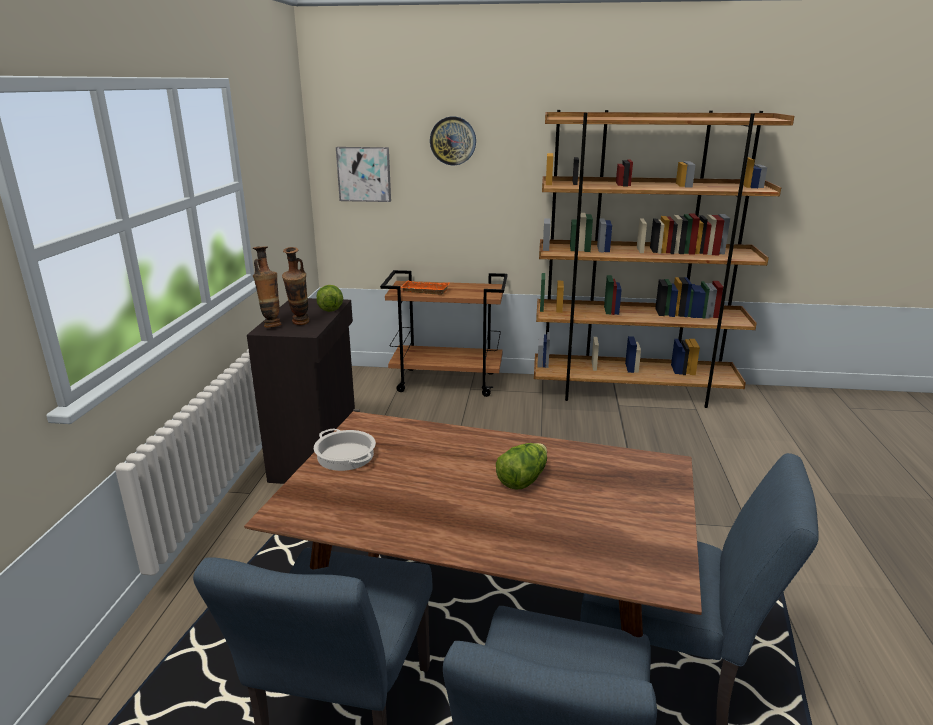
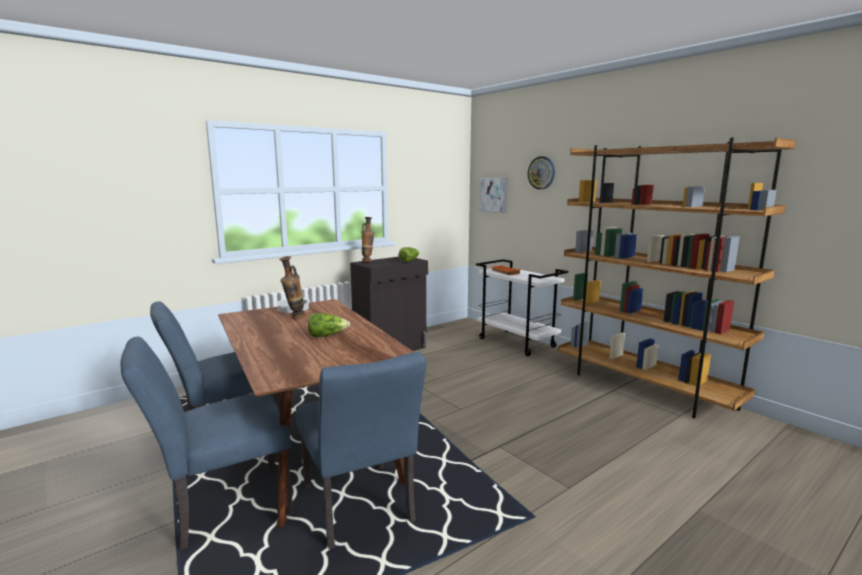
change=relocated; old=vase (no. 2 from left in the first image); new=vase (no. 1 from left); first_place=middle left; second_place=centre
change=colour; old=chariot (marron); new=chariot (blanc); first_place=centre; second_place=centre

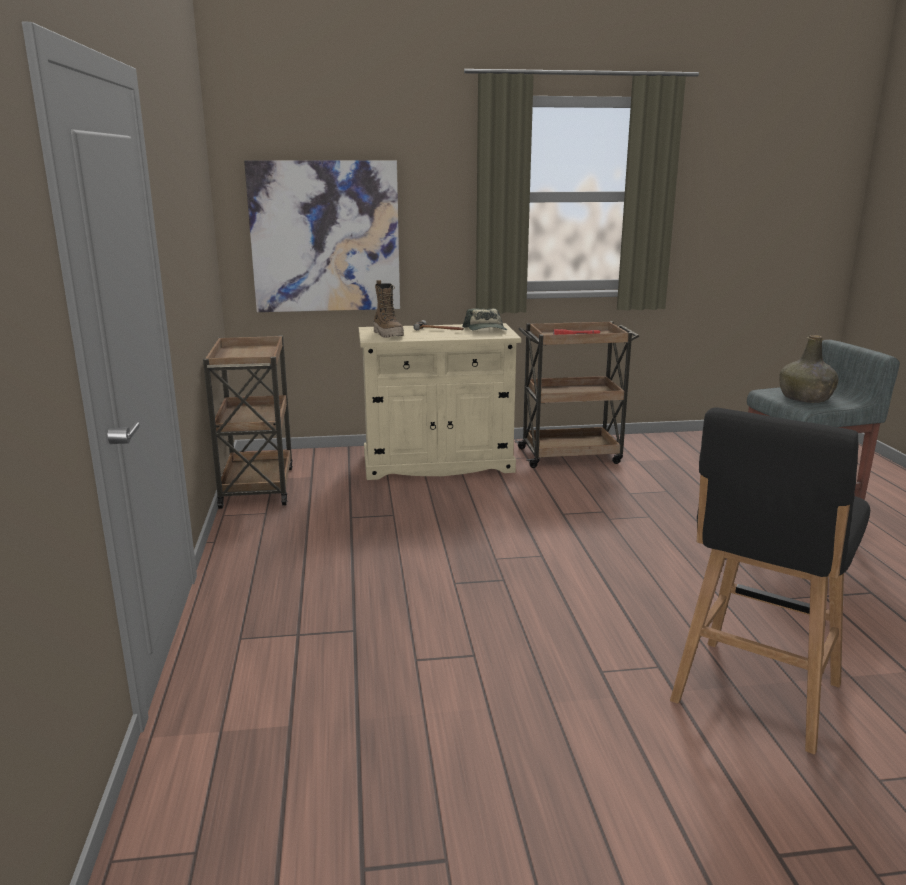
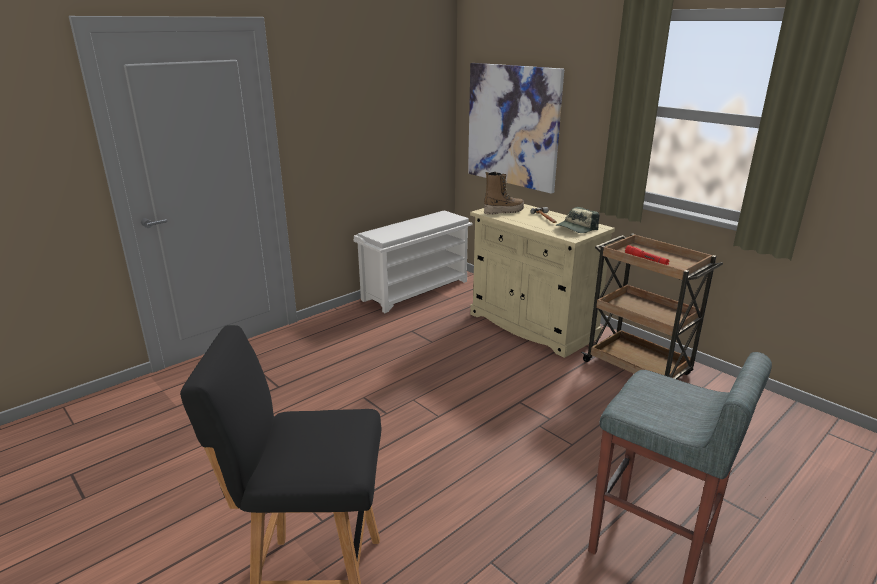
change=spun; old=botte; first_place=centre; second_place=top centre; degrees=-135
change=exchanged; old=chariot (marron) (no. 1 from left); new=étagère à chaussures (blanc); first_place=middle left; second_place=centre
change=missing; old=bouteille (vert); first_place=middle right

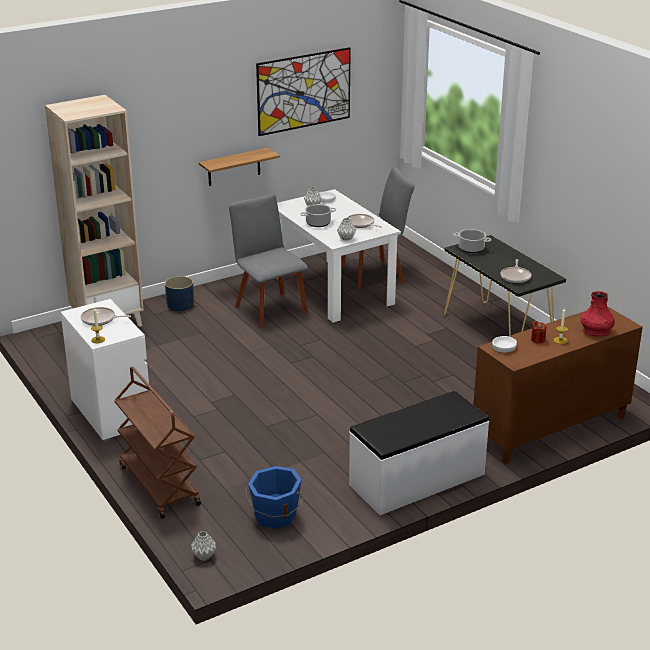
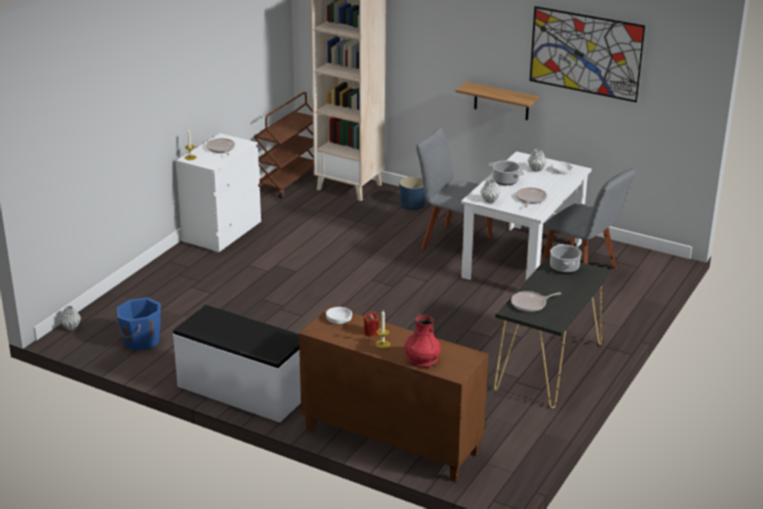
change=spun; old=chaise (gris) (no. 1 from left); first_place=centre; second_place=centre; degrees=-90
change=relocated; old=chariot (marron); first_place=bottom left; second_place=top centre

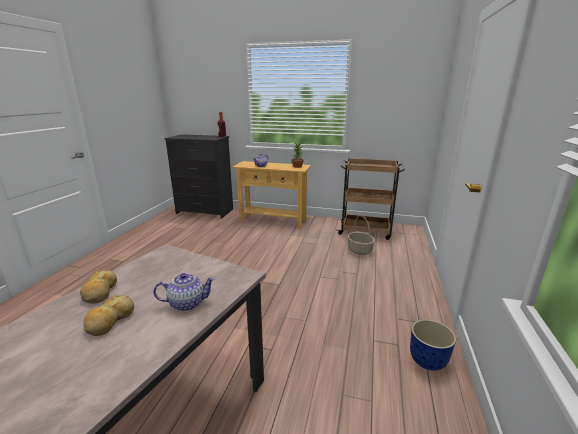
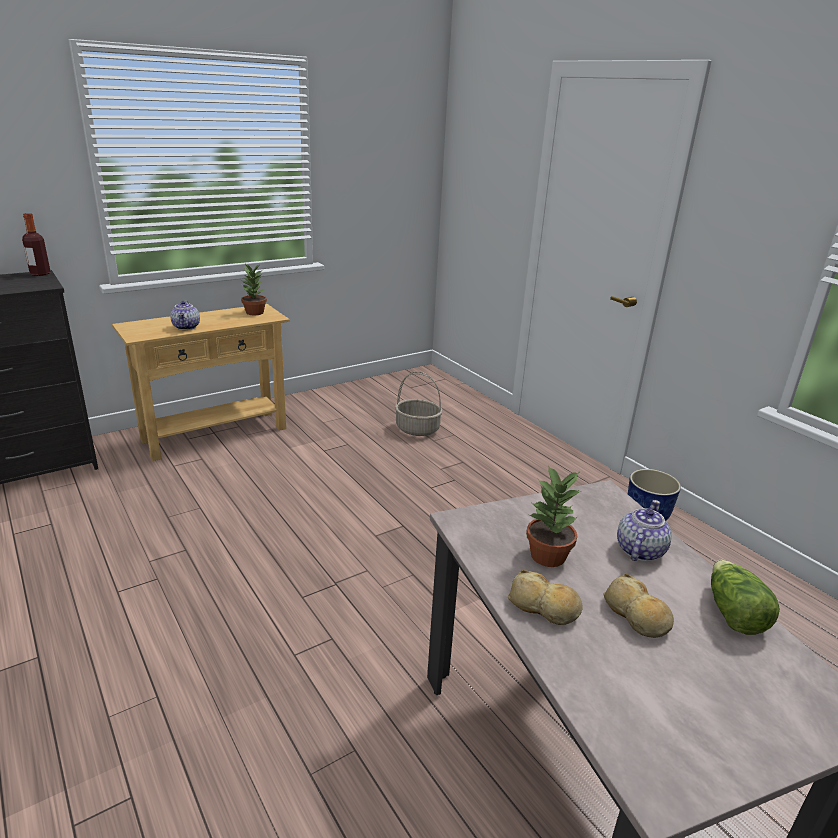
change=missing; old=chariot (marron); first_place=centre
change=appeared; new=plante en pot (no. 2 from left); second_place=centre
change=appeared; new=laitue; second_place=bottom right

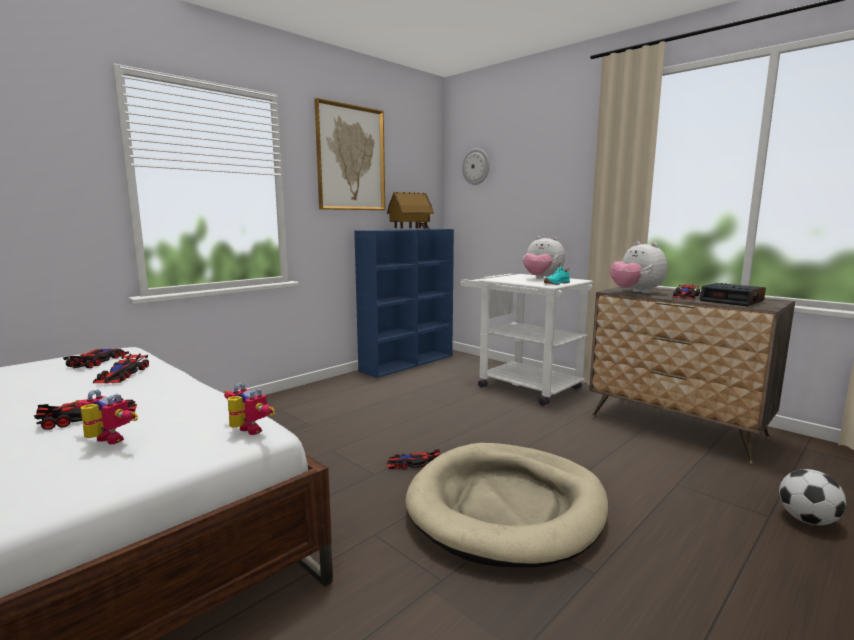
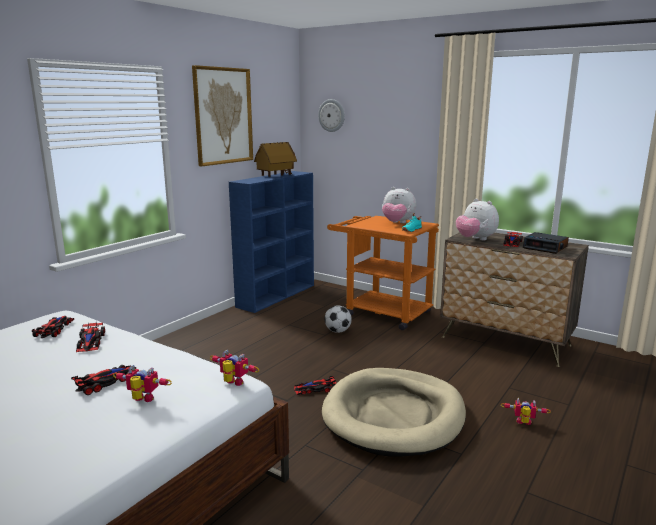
change=colour; old=chariot (blanc); new=chariot (orange); first_place=centre; second_place=centre
change=relocated; old=ballon de foot; first_place=bottom right; second_place=centre
change=appeared; new=robot jouet (no. 3 from left); second_place=bottom right

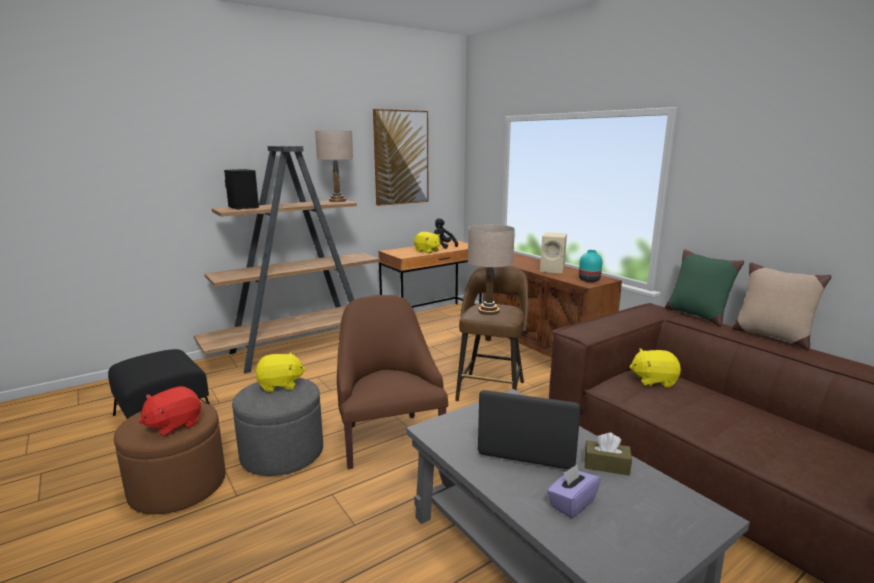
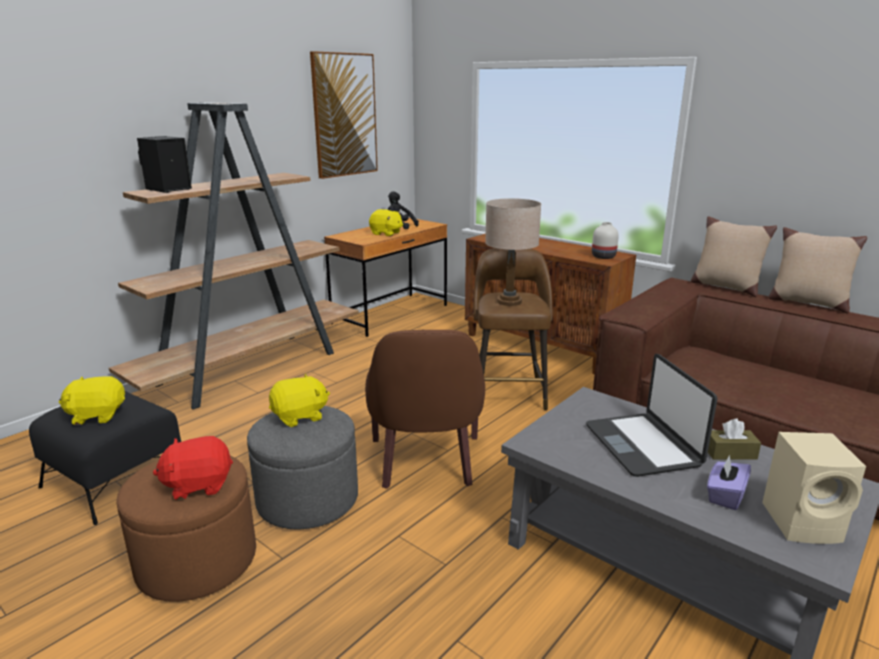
change=missing; old=lampe de table (beige) (no. 1 from left); first_place=top centre
change=relocated; old=enceinte (beige); first_place=centre; second_place=bottom right
change=colour; old=coussin (vert); new=coussin (beige) (no. 1 from left); first_place=middle right; second_place=middle right
change=colour; old=vase (turquoise); new=vase (blanc); first_place=middle right; second_place=middle right
change=spun; old=fauteuil (marron); first_place=centre; second_place=centre; degrees=-150
change=relocated; old=peluche (jaune) (no. 3 from left in the first image); new=peluche (jaune) (no. 1 from left); first_place=middle right; second_place=middle left
change=spun; old=peluche (rouge); first_place=bottom left; second_place=bottom left; degrees=45
change=spun; old=ordinateur portable; first_place=bottom centre; second_place=middle right; degrees=-105

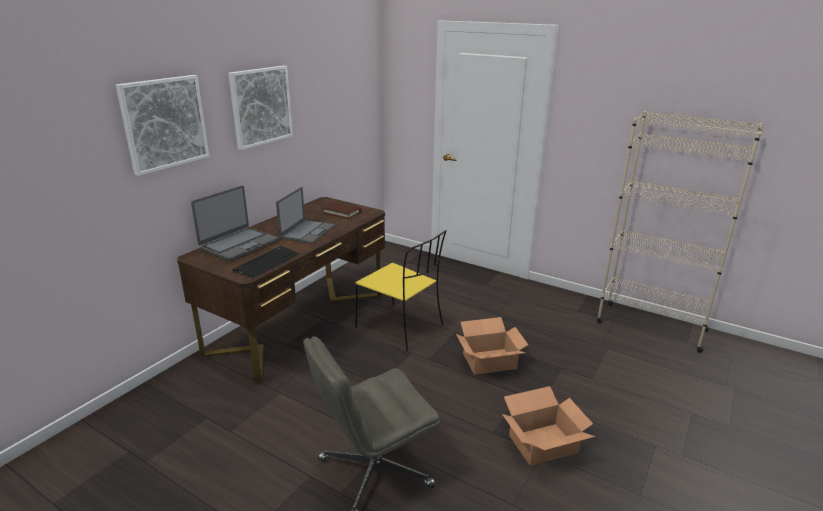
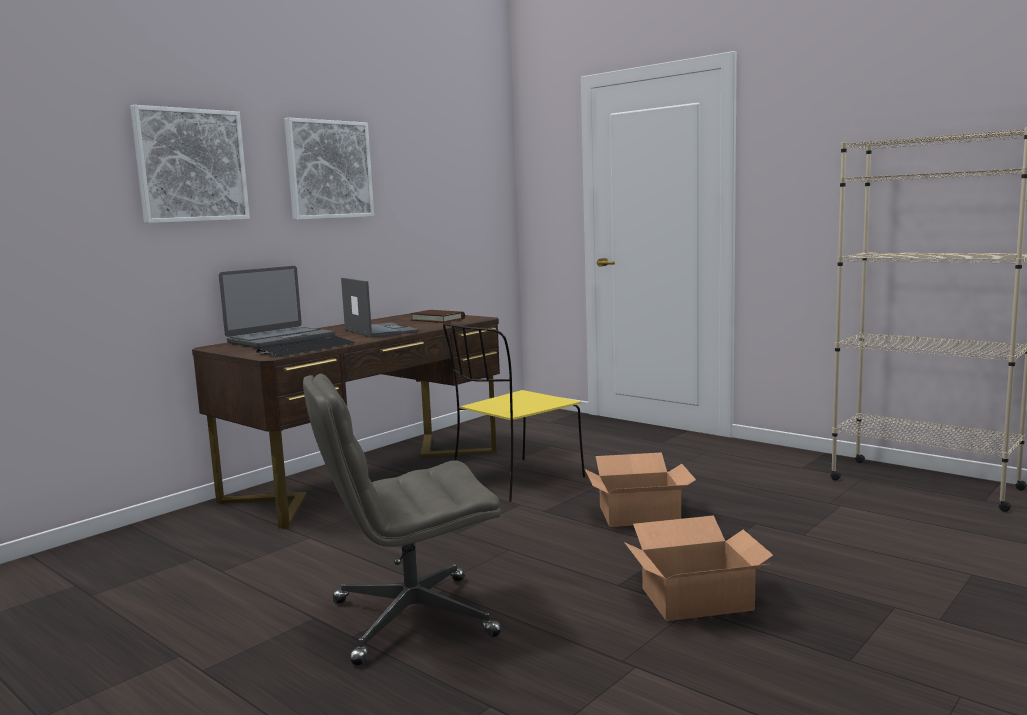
change=spun; old=ordinateur portable (no. 2 from left); first_place=centre; second_place=centre; degrees=-60
change=spun; old=chaise (jaune); first_place=centre; second_place=centre; degrees=90

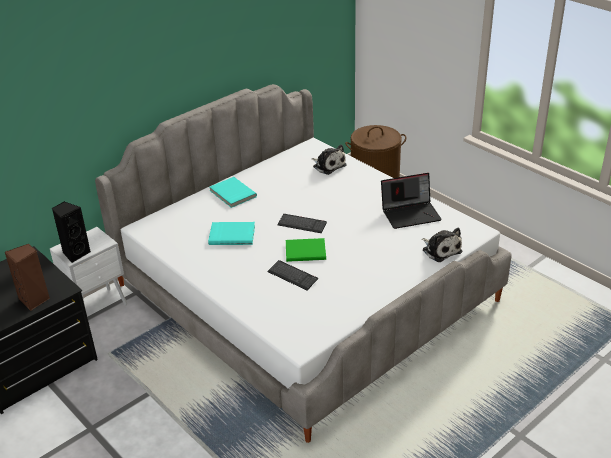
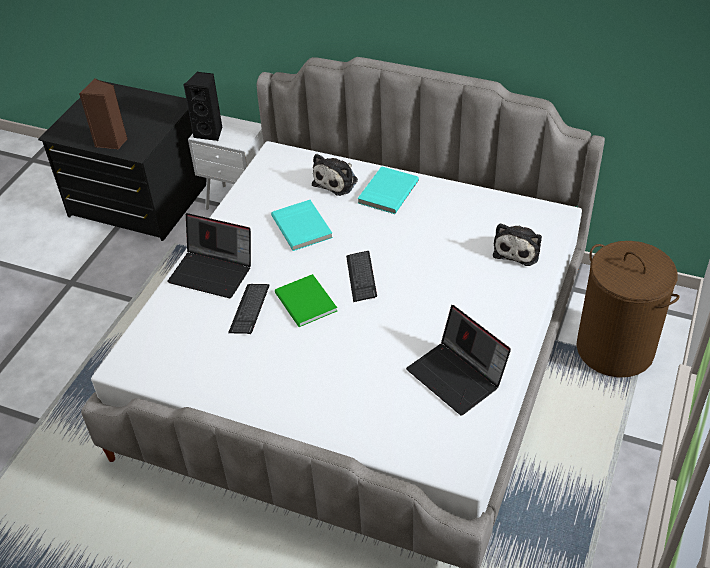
change=relocated; old=peluche (no. 2 from left in the first image); new=peluche (no. 1 from left); first_place=middle right; second_place=top centre
change=appeared; new=ordinateur portable (no. 1 from left); second_place=middle left

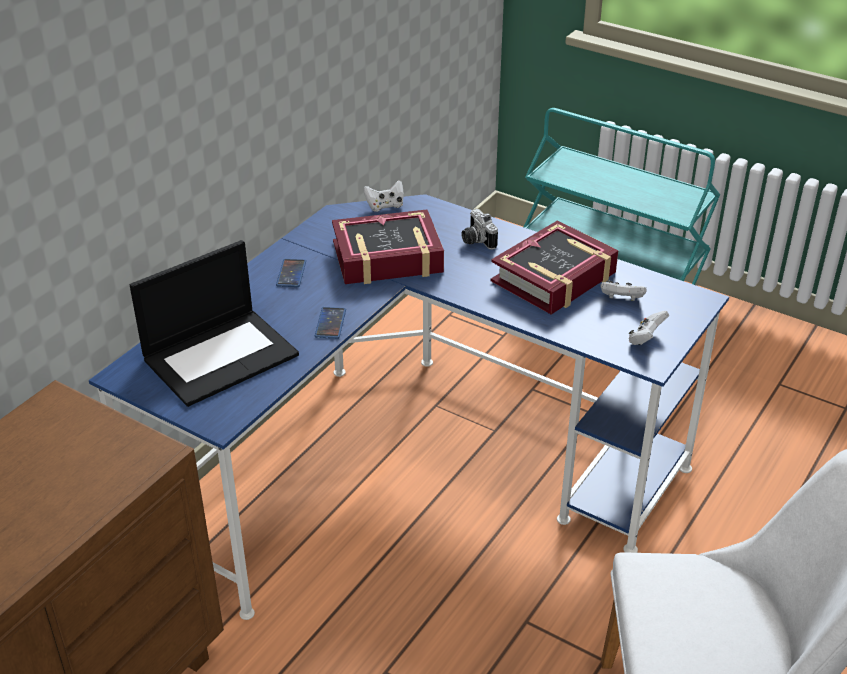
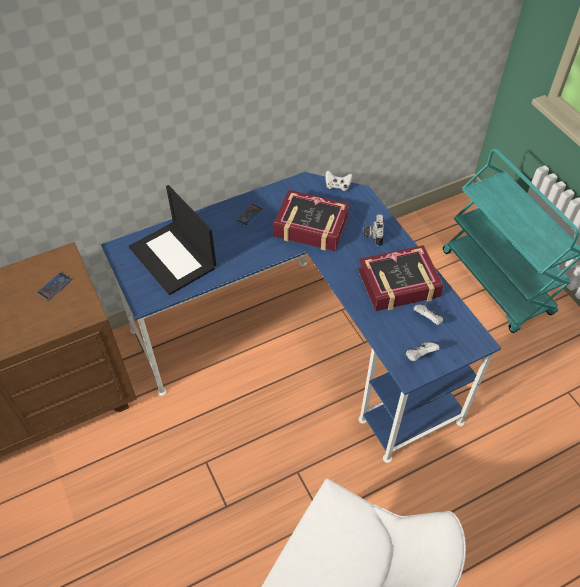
change=spun; old=ordinateur portable; first_place=middle left; second_place=middle left; degrees=60
change=relocated; old=téléphone (no. 2 from left in the first image); new=téléphone (no. 1 from left); first_place=centre; second_place=middle left

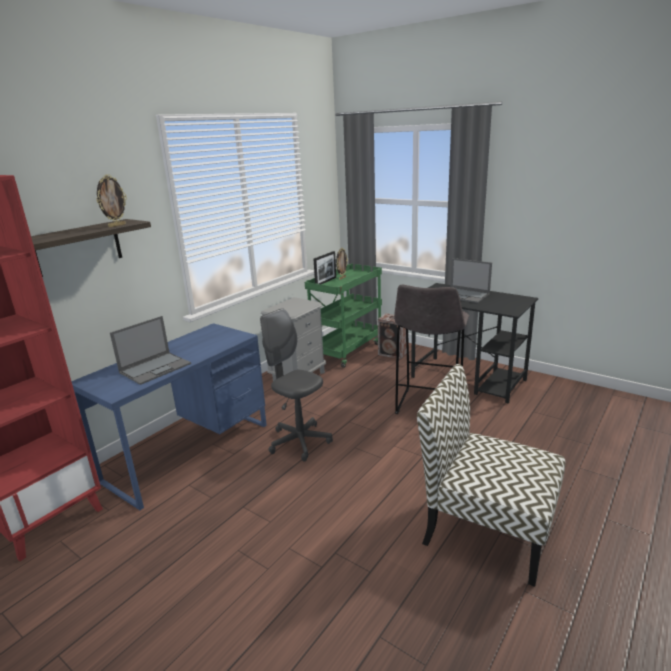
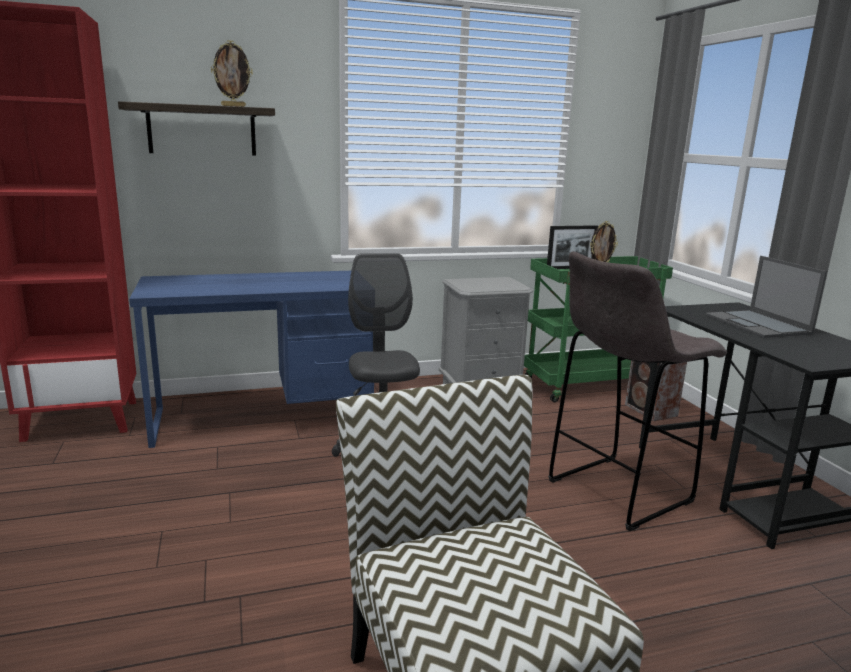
change=missing; old=ordinateur portable (no. 1 from left); first_place=middle left

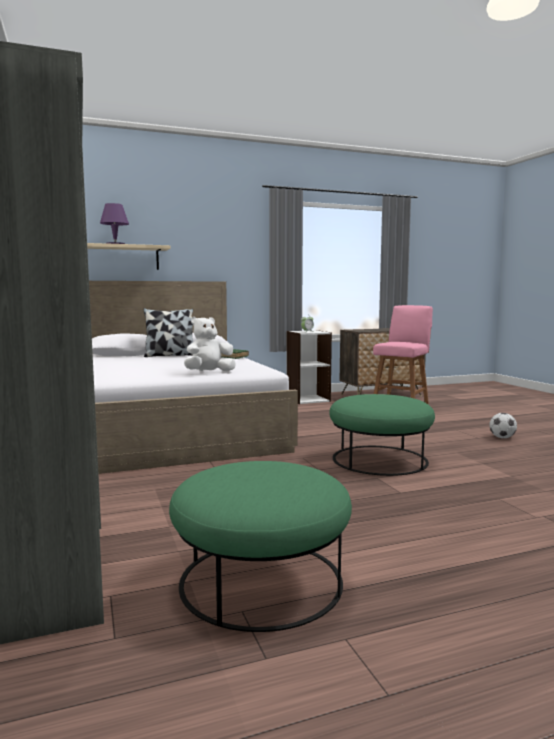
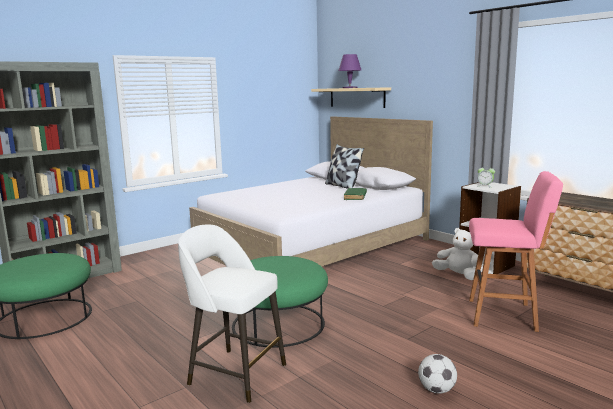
change=relocated; old=peluche (blanc); first_place=centre; second_place=middle right
change=appeared; new=tabouret (blanc); second_place=bottom centre

